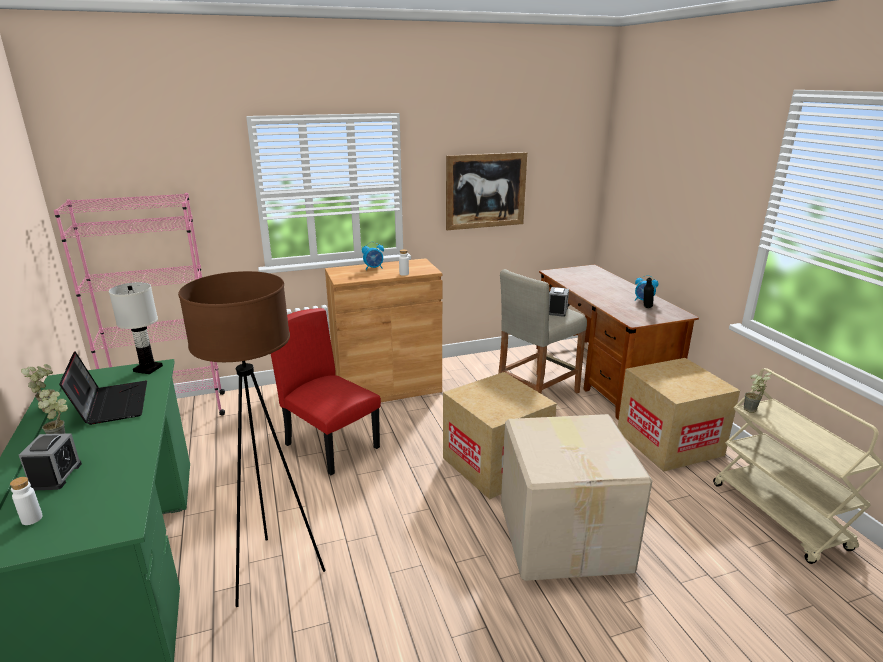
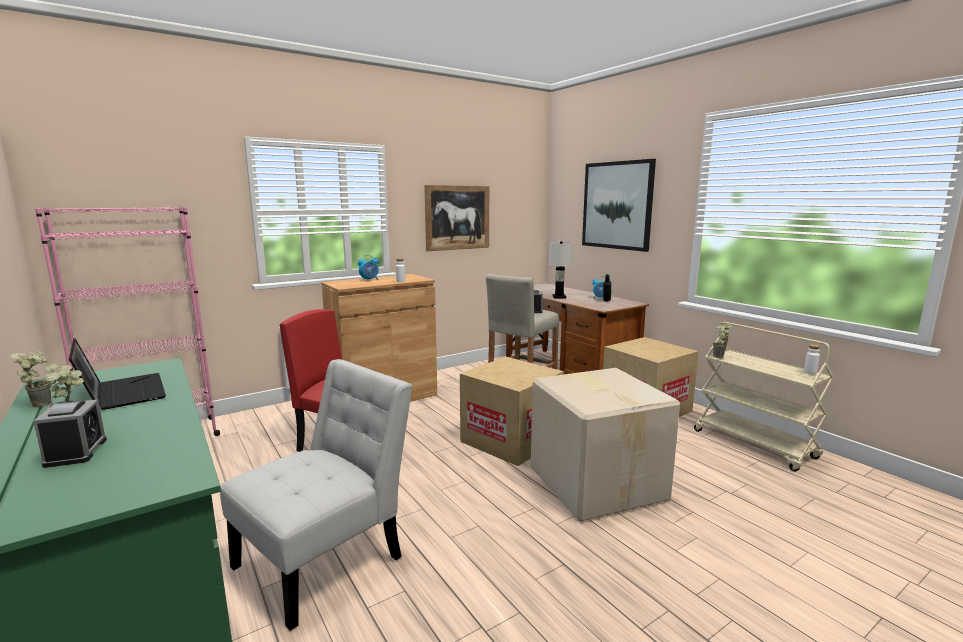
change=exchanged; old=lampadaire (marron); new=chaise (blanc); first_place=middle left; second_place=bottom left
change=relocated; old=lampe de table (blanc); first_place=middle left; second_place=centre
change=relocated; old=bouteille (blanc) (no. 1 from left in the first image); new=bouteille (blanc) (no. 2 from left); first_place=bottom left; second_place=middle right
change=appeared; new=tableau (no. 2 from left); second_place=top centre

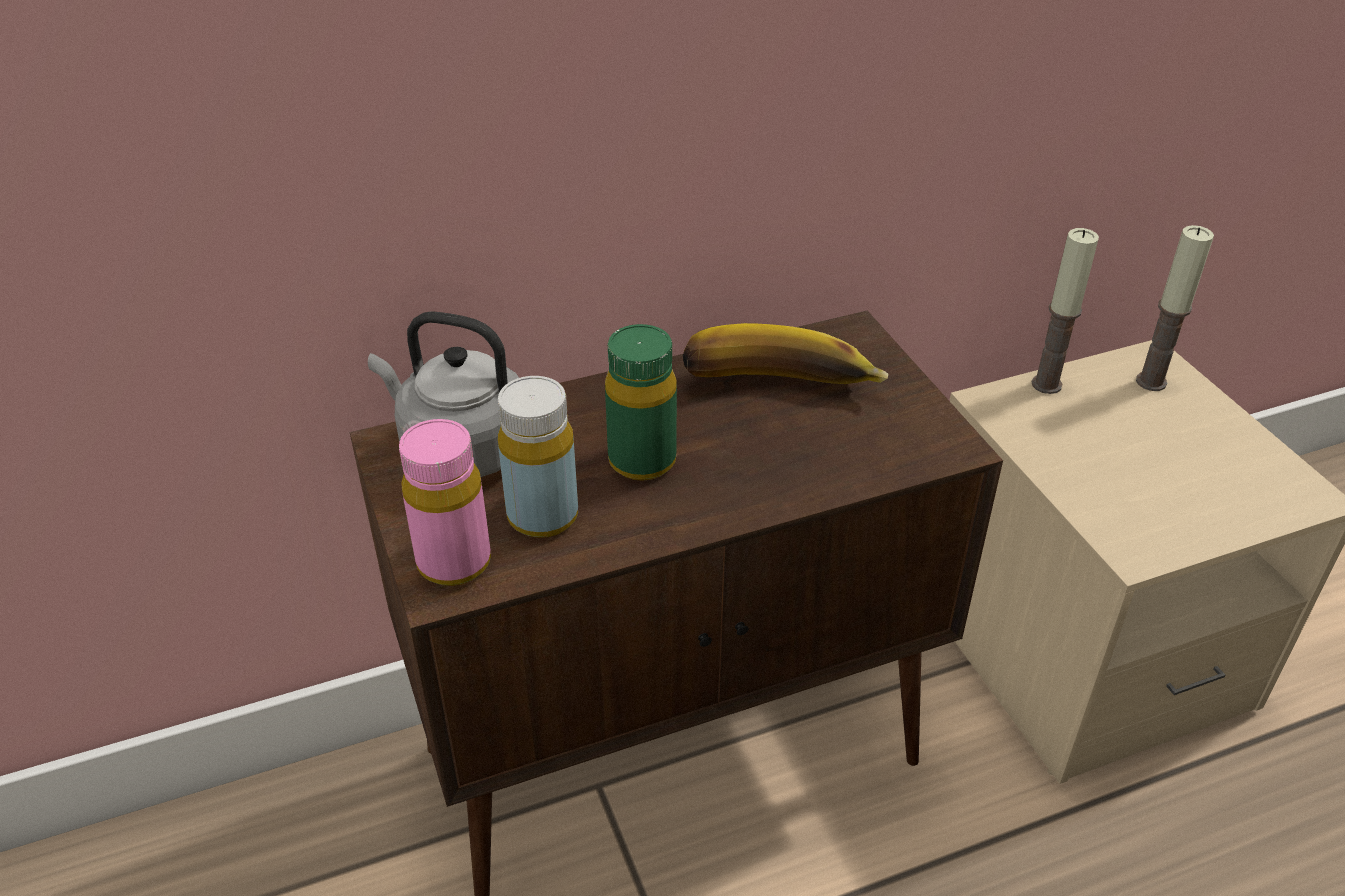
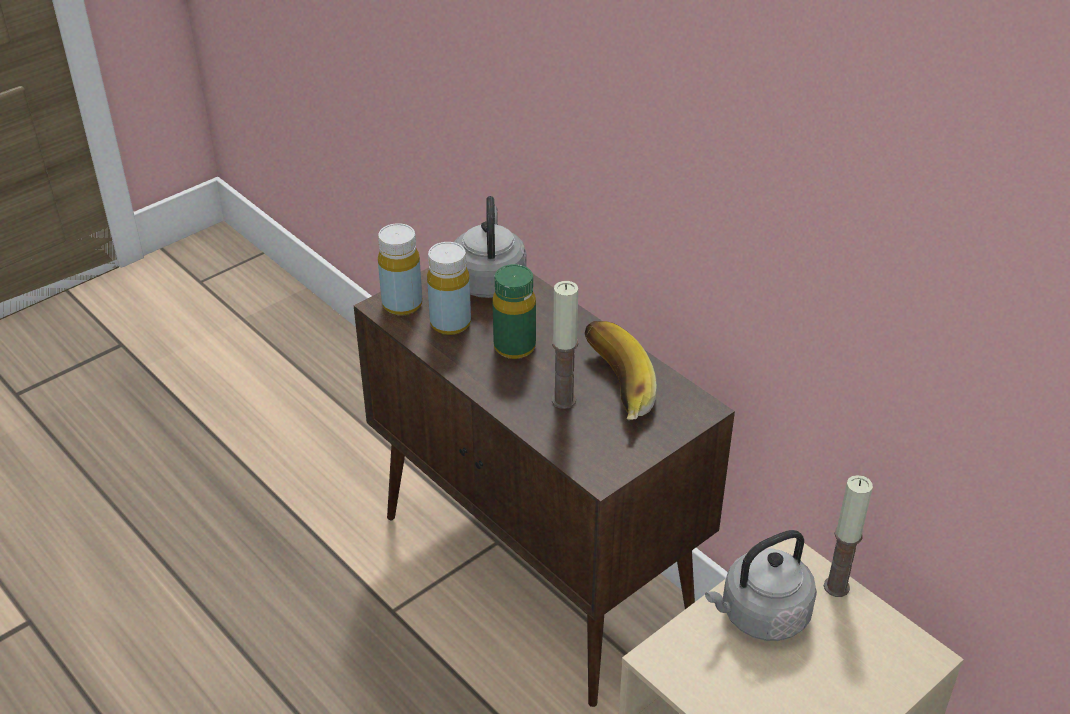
change=relocated; old=bougie (no. 2 from left in the first image); new=bougie (no. 1 from left); first_place=middle right; second_place=centre
change=colour; old=bouteille (rose); new=bouteille (jaune) (no. 1 from left); first_place=middle left; second_place=centre
change=appeared; new=bouilloire (gris) (no. 2 from left); second_place=bottom right

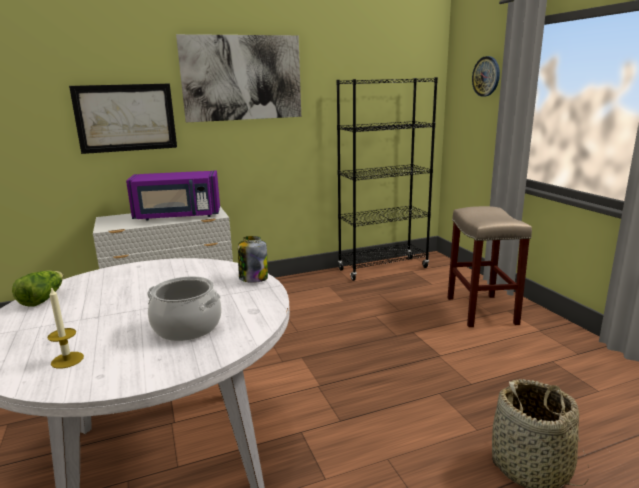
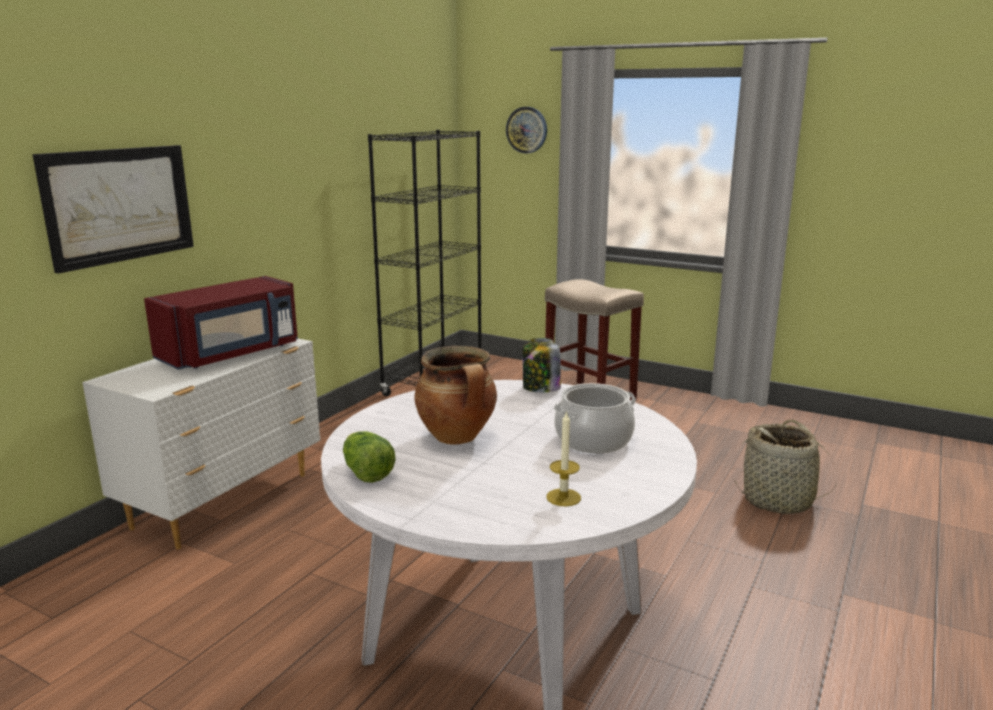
change=missing; old=tableau (no. 2 from left); first_place=top centre
change=colour; old=micro-ondes (violet); new=micro-ondes (rouge); first_place=middle left; second_place=middle left
change=appeared; new=marmite (no. 1 from left); second_place=centre

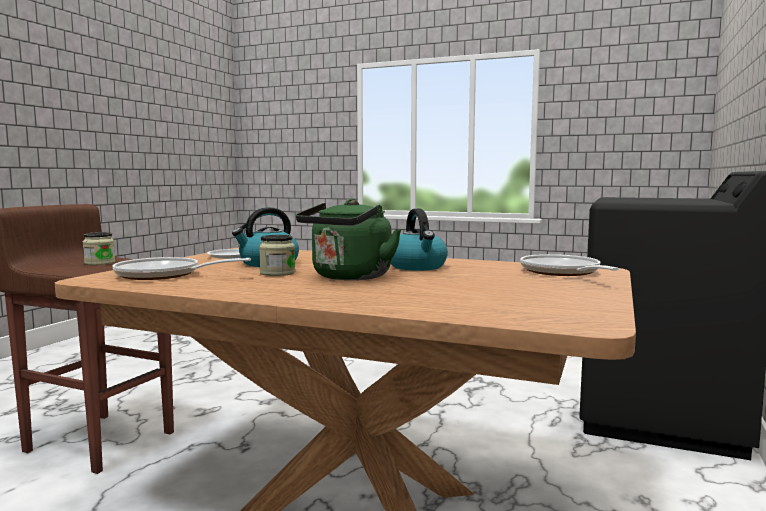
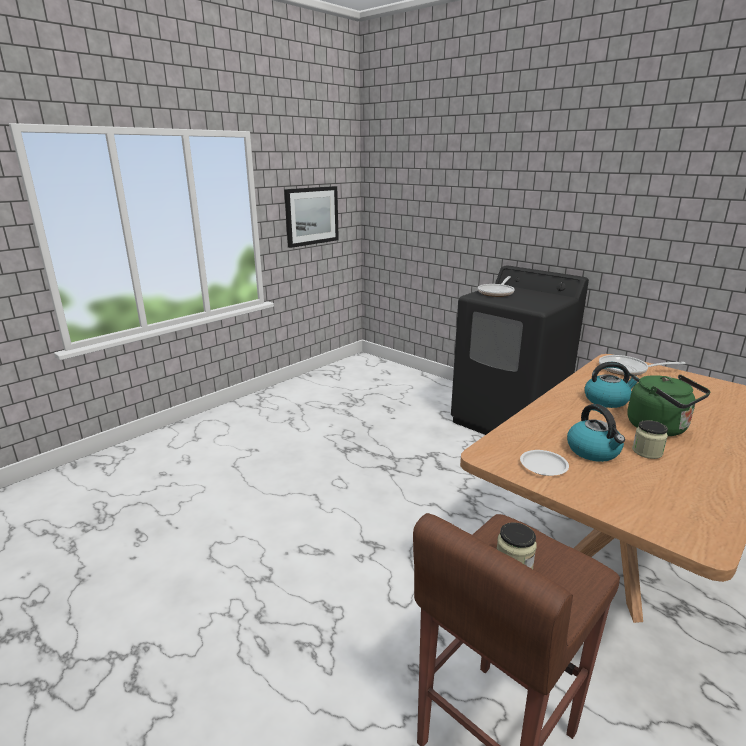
change=relocated; old=poêle (no. 1 from left); first_place=middle left; second_place=centre
change=appeared; new=tableau; second_place=top centre

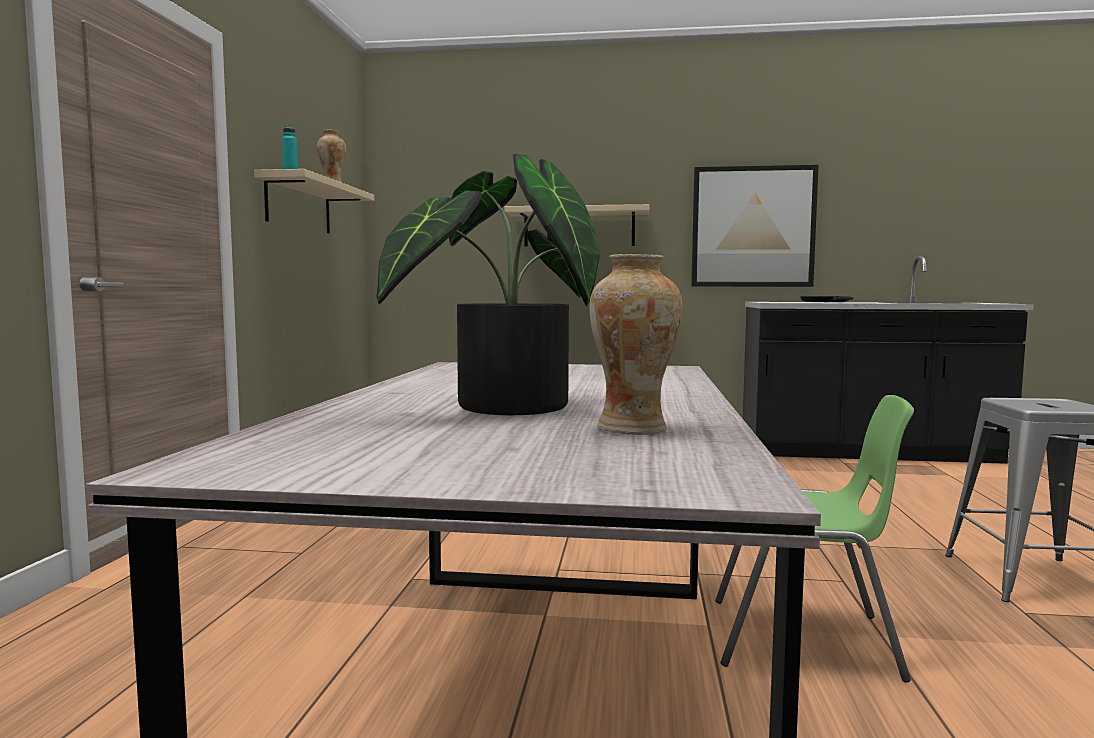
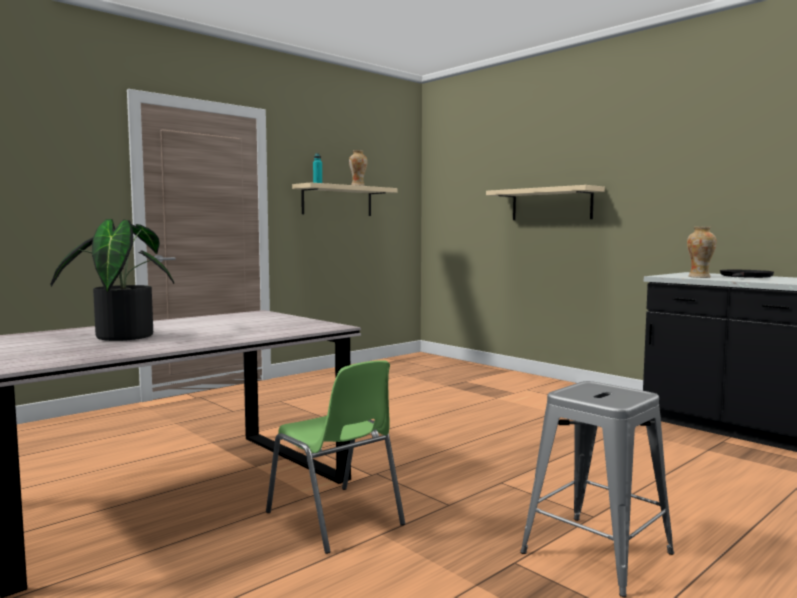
change=missing; old=tableau; first_place=top right
change=relocated; old=vase (no. 2 from left); first_place=centre; second_place=middle right

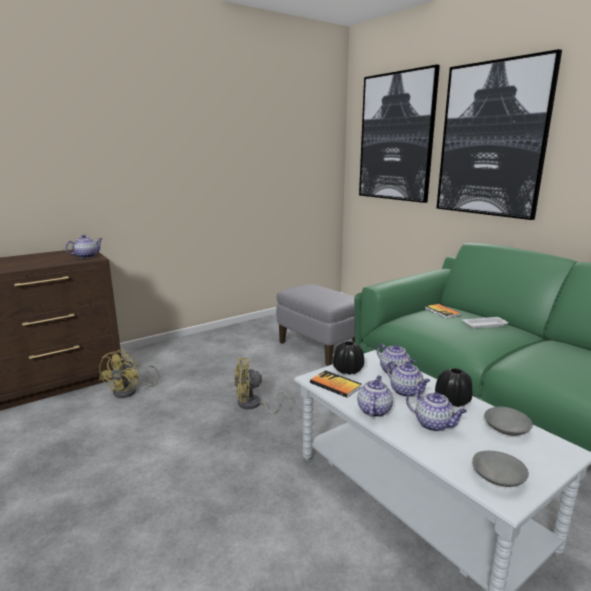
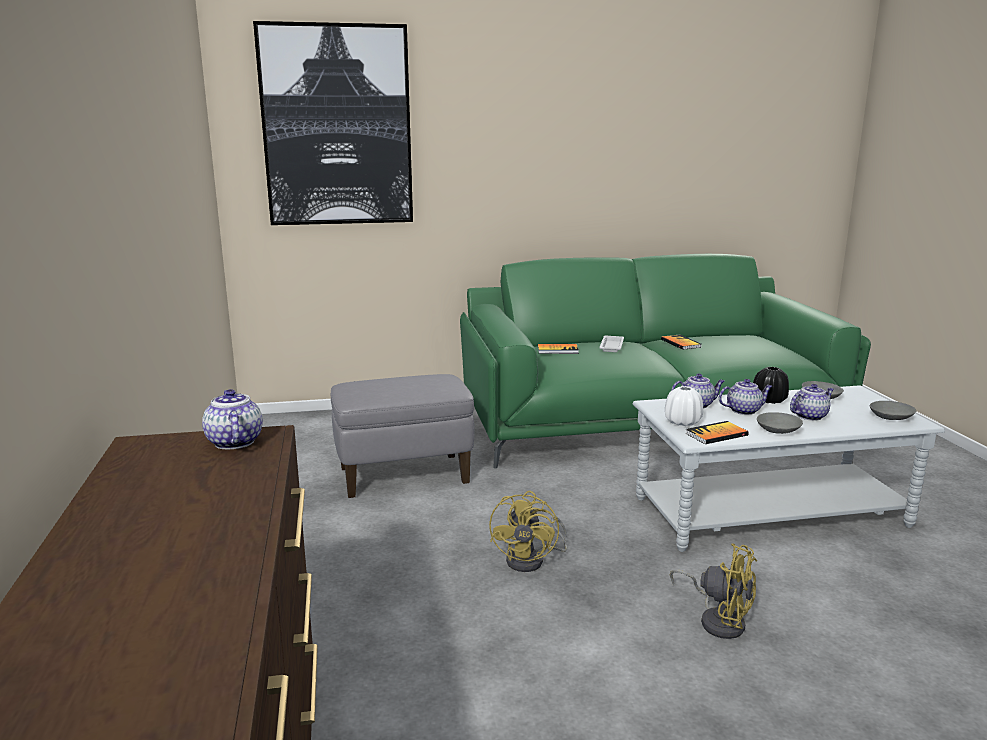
change=missing; old=tableau (no. 2 from left); first_place=top right
change=colour; old=vase (noir) (no. 1 from left); new=vase (blanc); first_place=centre; second_place=middle right
change=relocated; old=ventilateur (jaune) (no. 1 from left in the first image); new=ventilateur (jaune) (no. 2 from left); first_place=middle left; second_place=bottom right
change=exchanged; old=théière (no. 2 from left); new=bol (gris) (no. 1 from left); first_place=bottom centre; second_place=middle right
change=appeared; new=livre (no. 2 from left); second_place=middle right

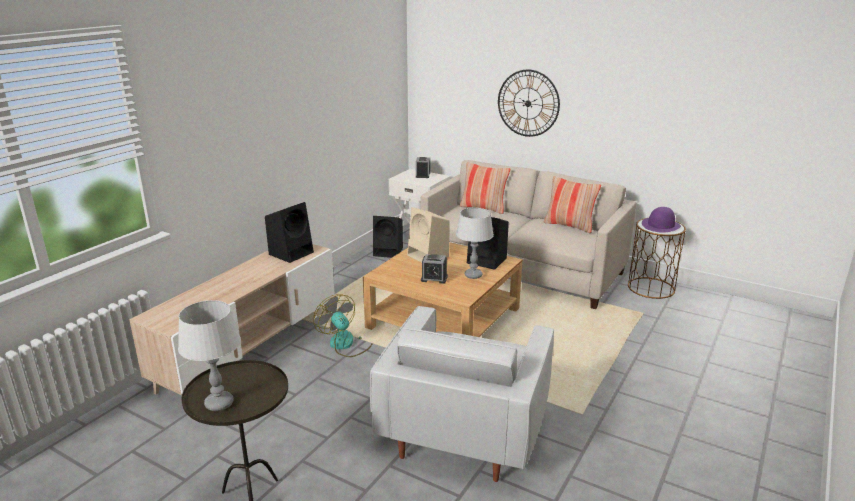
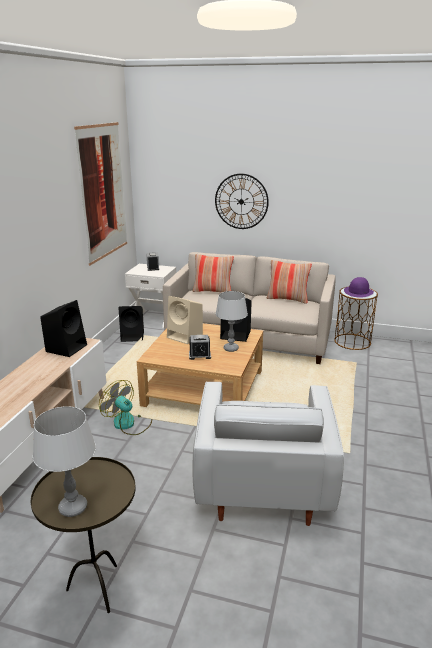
change=appeared; new=tableau; second_place=top left

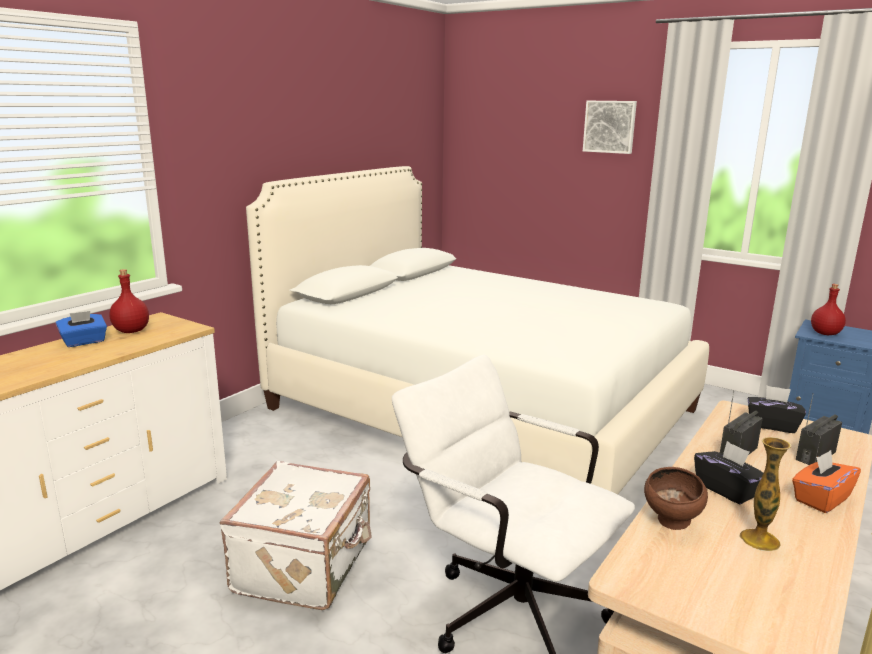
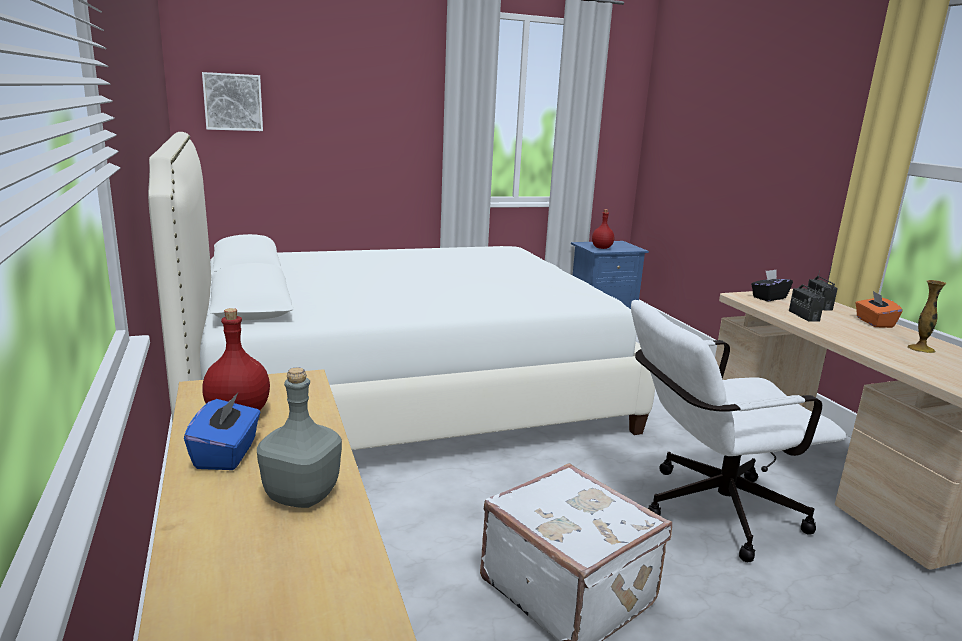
change=relocated; old=tableau; first_place=top right; second_place=top left
change=missing; old=boîte à mouchoirs (noir) (no. 1 from left); first_place=bottom right
change=missing; old=bol (marron); first_place=bottom right
change=appeared; new=bouteille (gris); second_place=bottom left

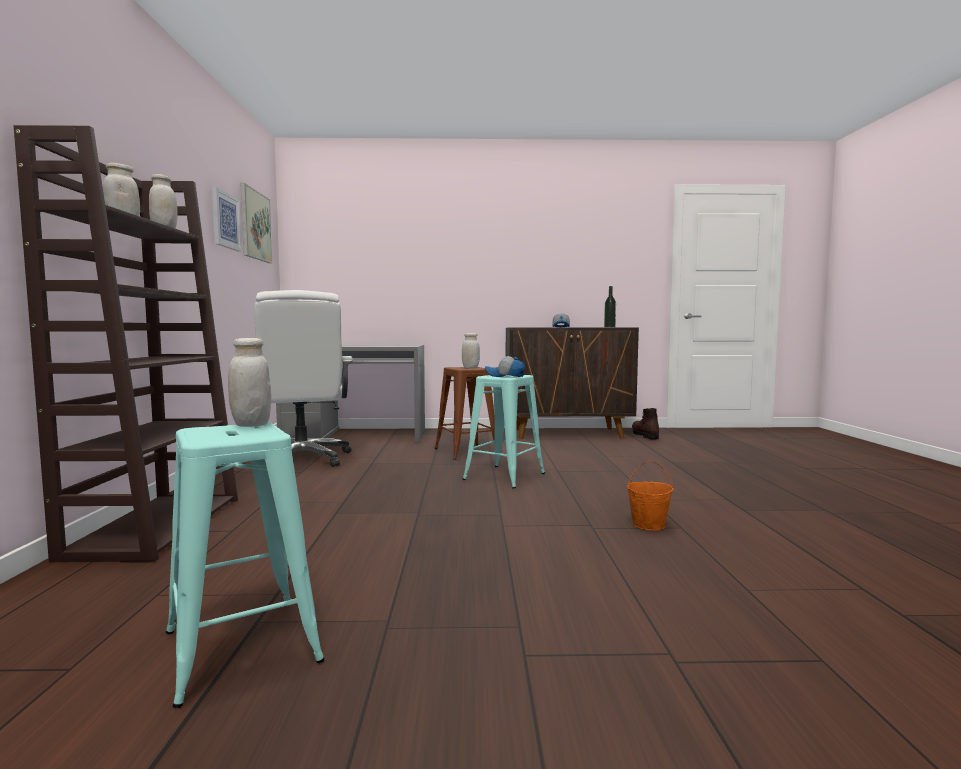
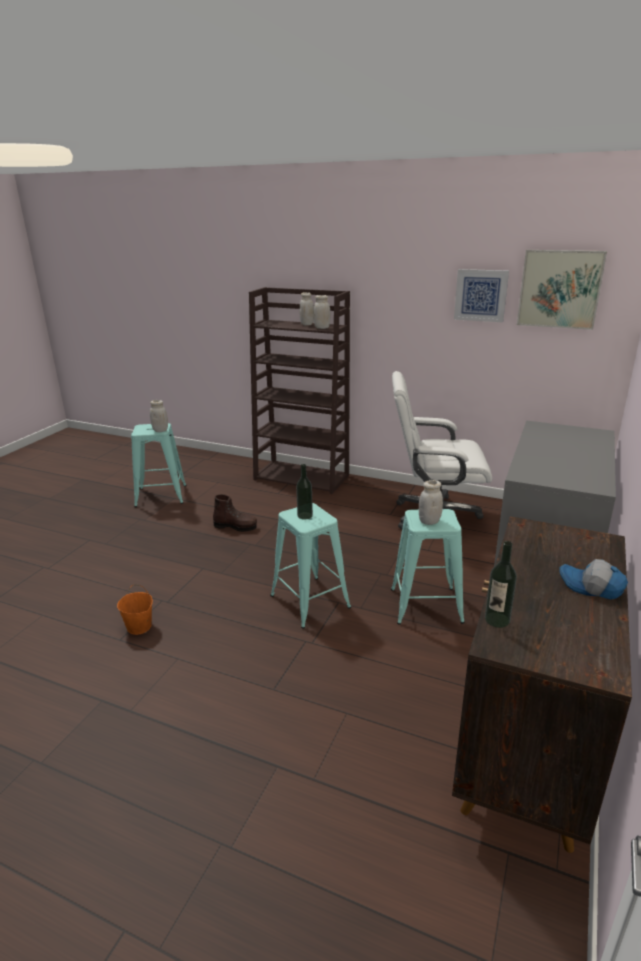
change=exchanged; old=casquette (no. 1 from left); new=bouteille (no. 1 from left); first_place=centre; second_place=centre
change=colour; old=tabouret (marron); new=tabouret (turquoise) (no. 3 from left); first_place=centre; second_place=middle right
change=relocated; old=botte (marron); first_place=middle right; second_place=centre

